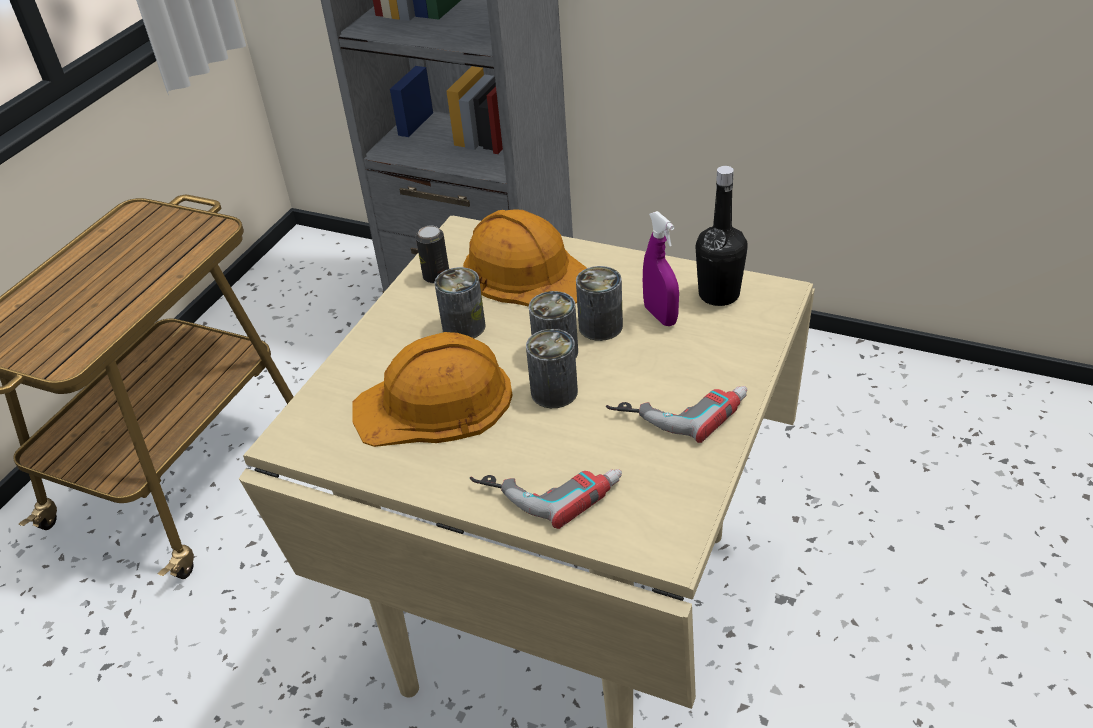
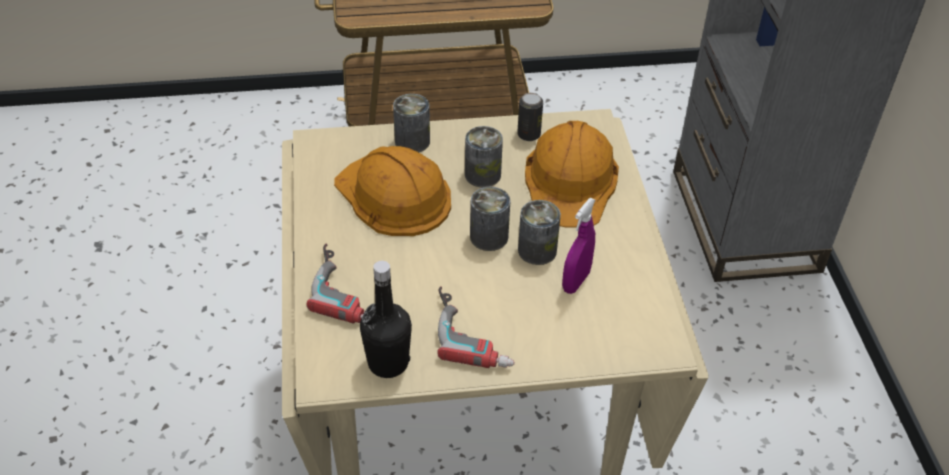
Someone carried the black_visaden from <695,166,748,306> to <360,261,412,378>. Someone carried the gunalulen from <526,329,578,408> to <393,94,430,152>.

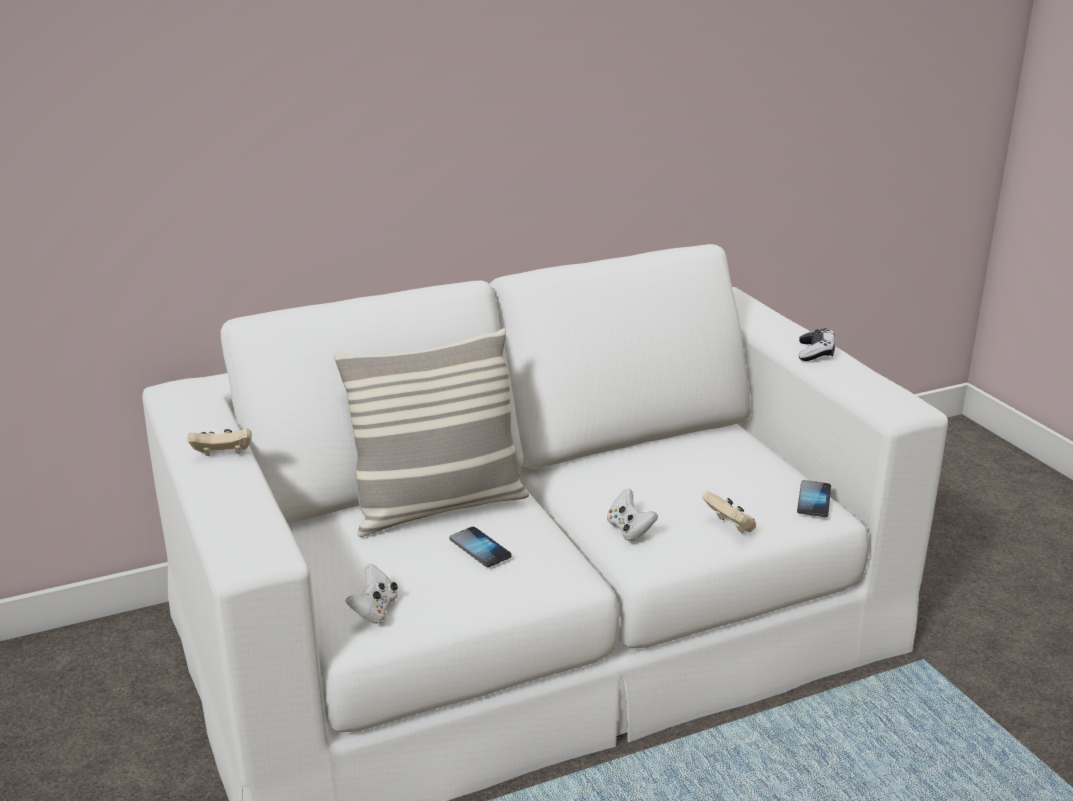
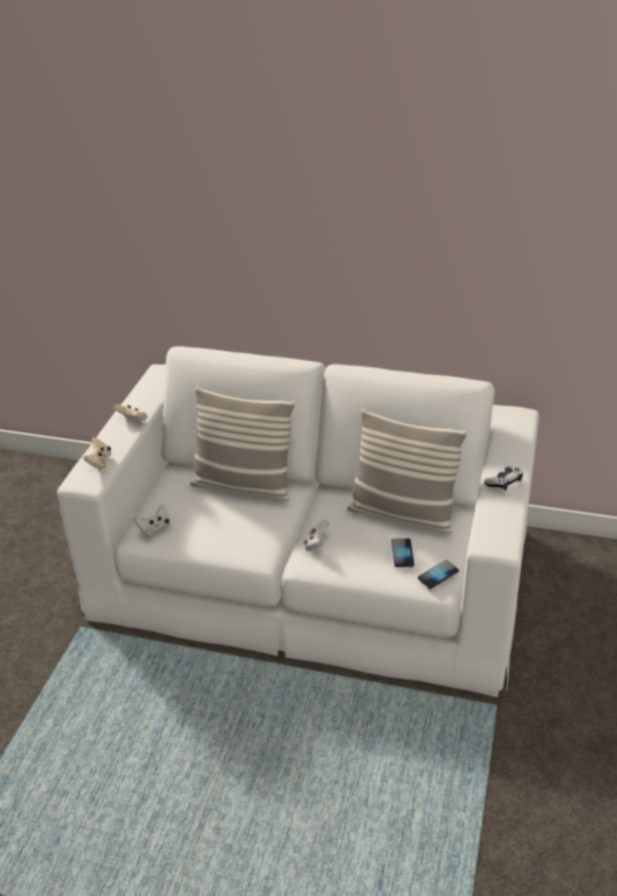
Someone carried the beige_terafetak from <702,491,756,533> to <83,438,111,469>. Someone carried the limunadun from <450,527,512,567> to <391,538,414,567>. Someone put down the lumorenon at <347,408,468,533>.

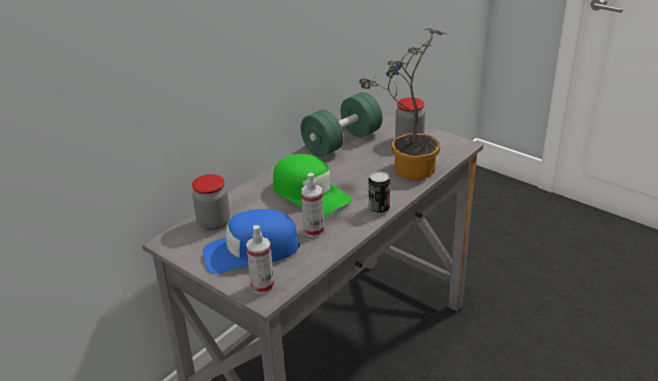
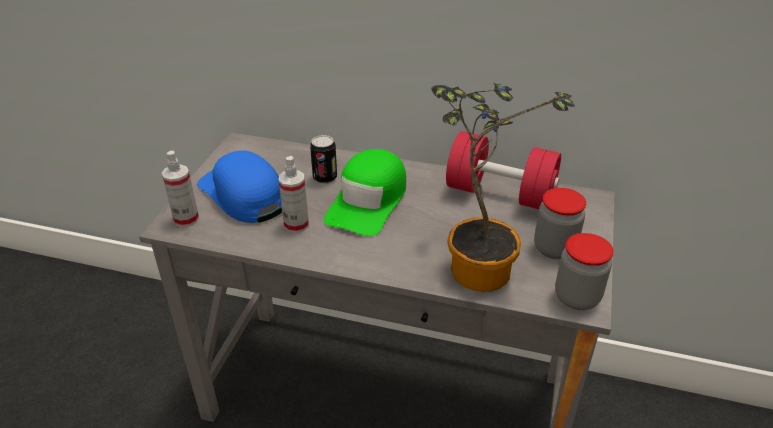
Someone repainted the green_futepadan at <301,92,383,157>, which became the red_futepadan at <446,131,561,209>. Someone carried the gunalulen from <368,171,390,214> to <310,135,337,184>. Someone carried the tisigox from <192,174,230,230> to <555,233,613,310>.

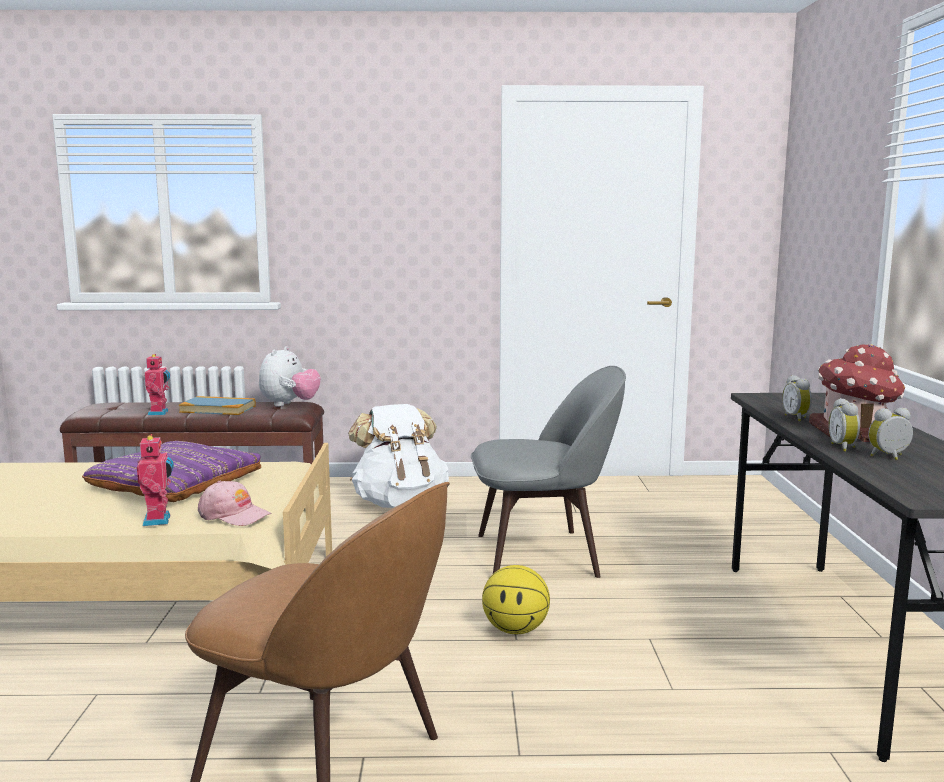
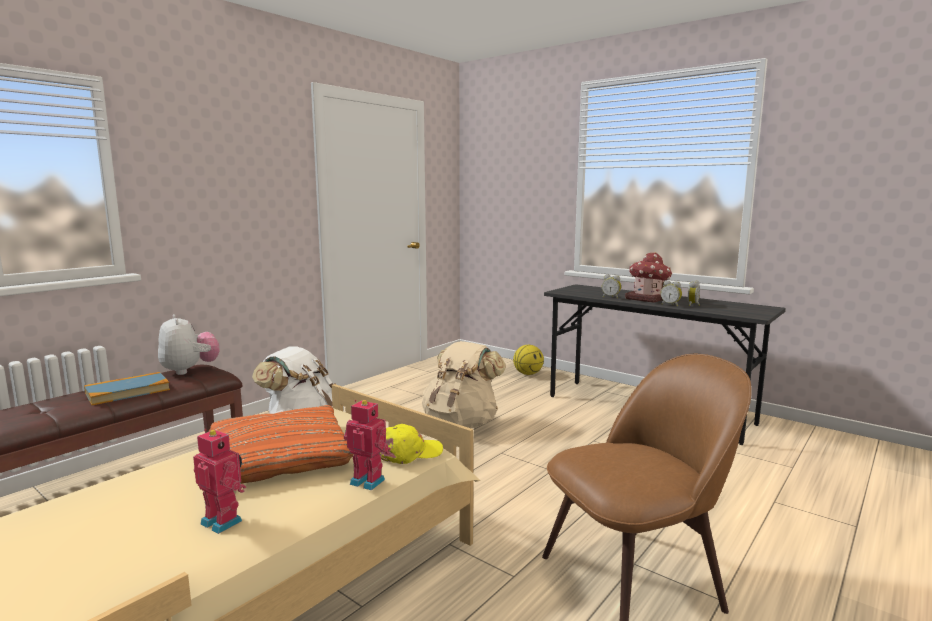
Someone carried the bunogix from <145,354,170,415> to <193,429,246,534>. Someone swapped the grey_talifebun at <471,366,626,578> for the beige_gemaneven at <422,341,506,428>. Someone repainted the purple_lumorenon at <82,441,261,502>, which became the orange_lumorenon at <209,405,354,484>. Someone repainted the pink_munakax at <198,481,271,526>, which became the yellow_munakax at <379,424,443,464>. Someone carried the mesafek from <482,565,550,634> to <513,345,544,375>.

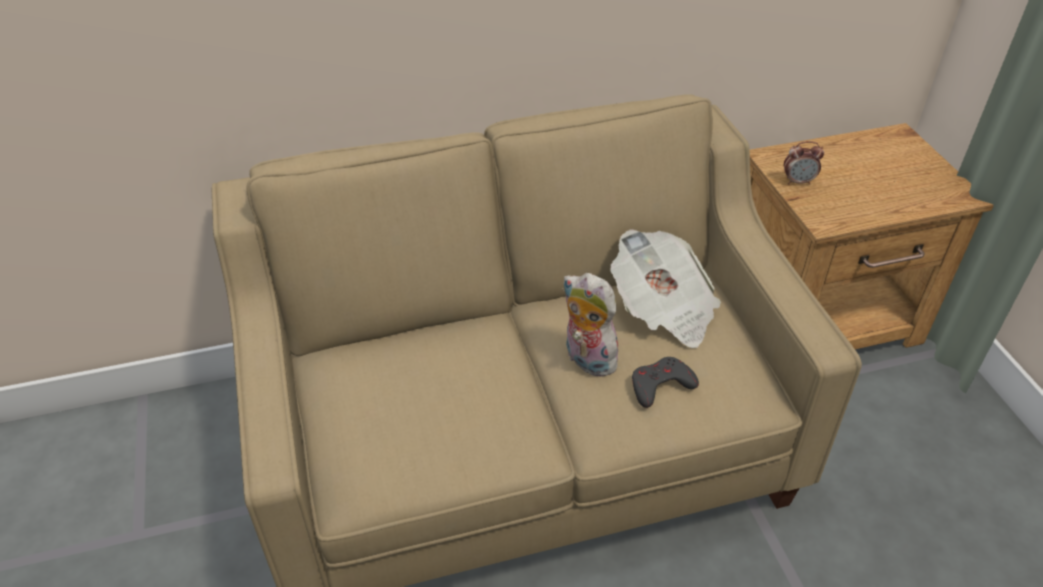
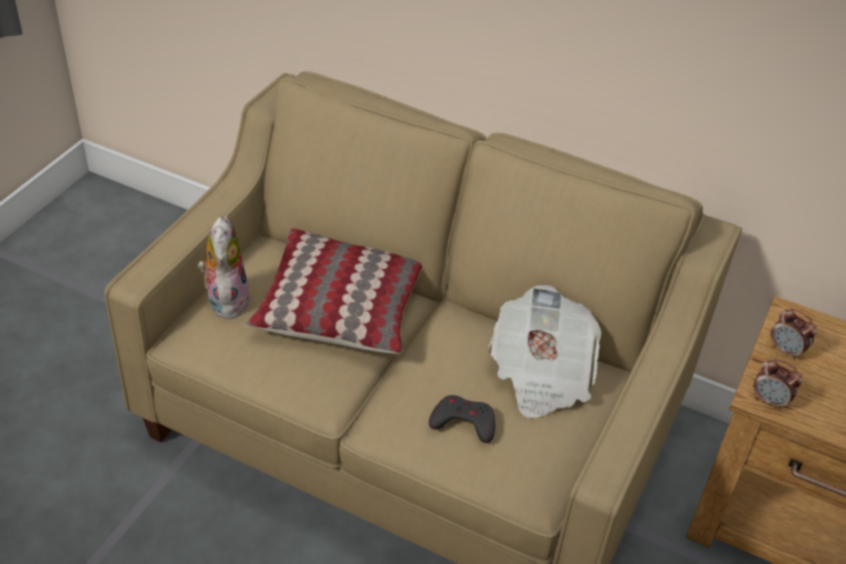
Someone carried the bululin from <563,273,623,377> to <198,216,250,319>. Someone put down the lumorenon at <246,229,422,354>. Someone put down the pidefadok at <754,359,803,410>.

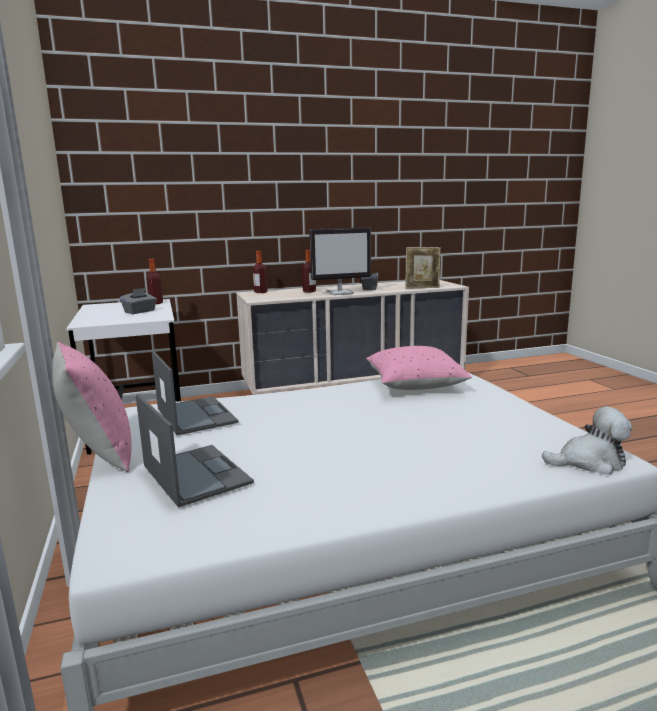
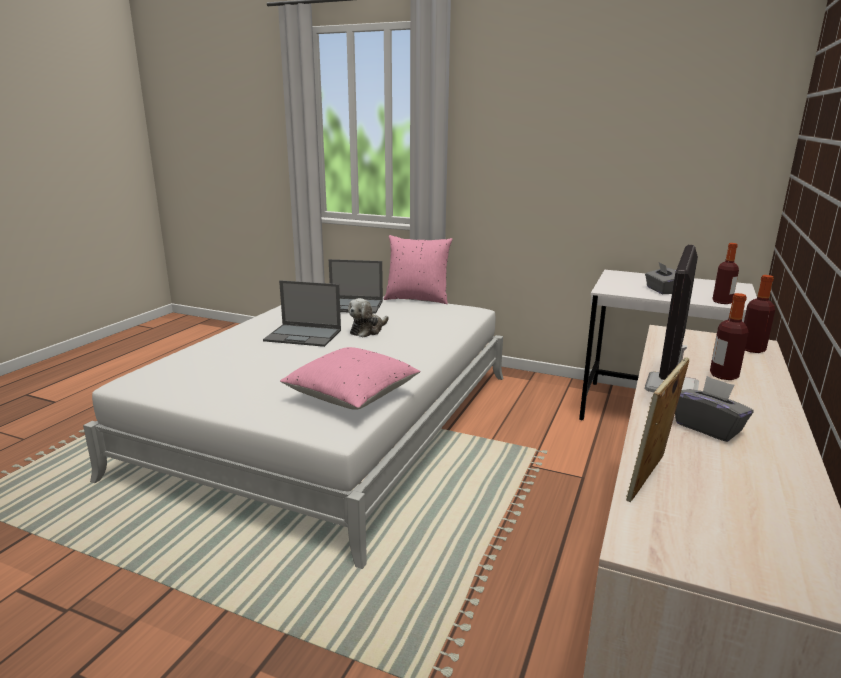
Someone carried the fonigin from <152,351,238,435> to <263,280,341,347>. Someone carried the bululin from <542,407,633,475> to <348,298,389,337>.

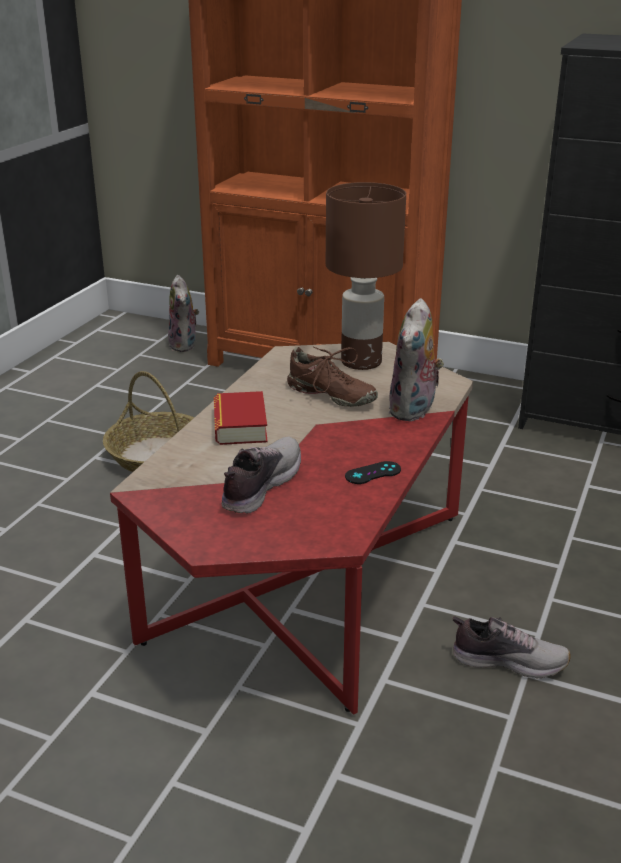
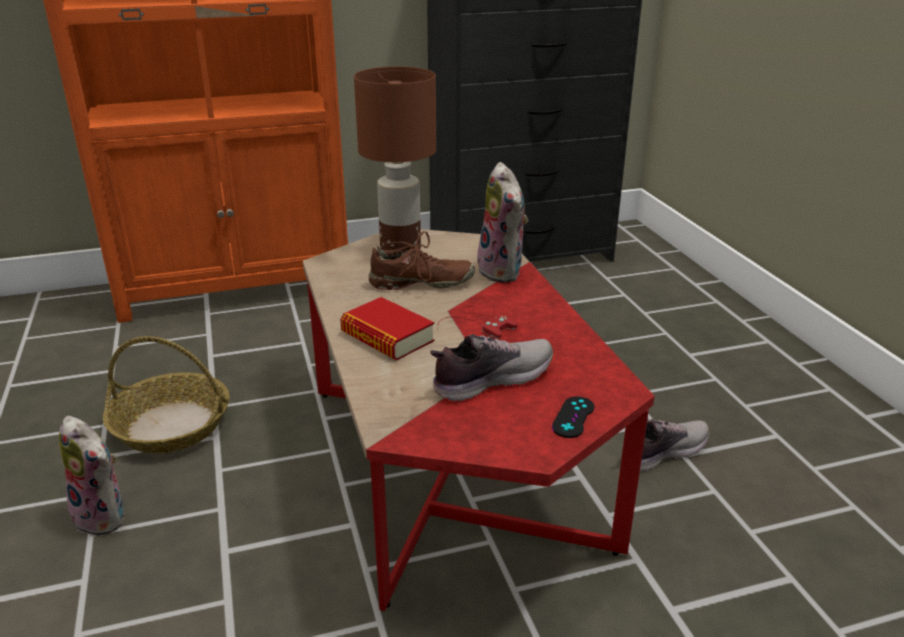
Someone carried the bululin from <168,275,199,352> to <59,416,124,537>. Someone rotated the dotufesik at <222,437,301,513> by 75 degrees clockwise. Someone carried the black_terafetak from <345,461,401,484> to <552,396,594,438>. Someone put down the red_terafetak at <438,298,517,339>.

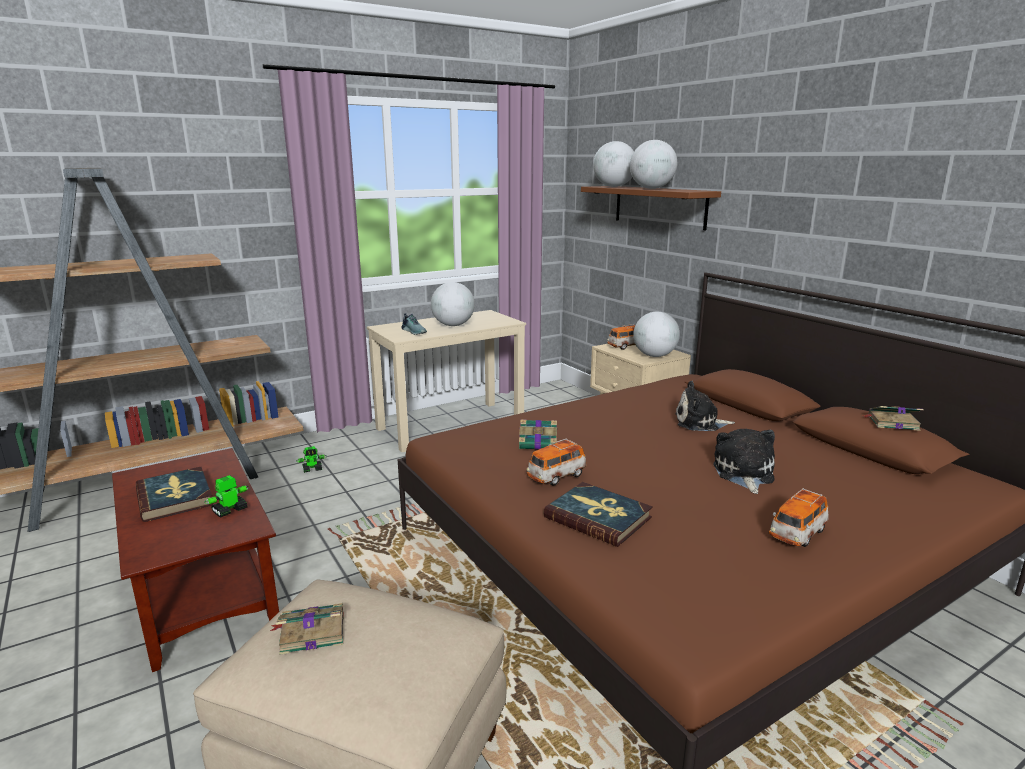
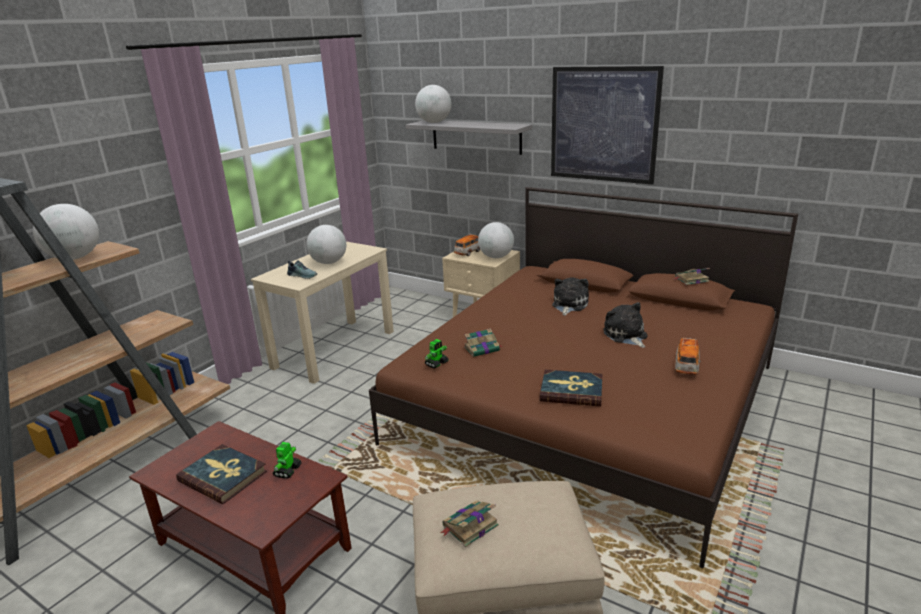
Someone carried the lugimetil from <630,140,677,189> to <33,204,99,260>. Someone repainted the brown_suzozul at <581,186,721,230>, which became the grey_suzozul at <406,120,532,155>. Someone rotated the bululin at <675,381,735,431> by 135 degrees clockwise. Someone took away the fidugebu at <527,438,587,486>. Someone carried the bunogix from <296,446,327,473> to <425,339,449,368>. Someone put up the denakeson at <551,66,664,185>.

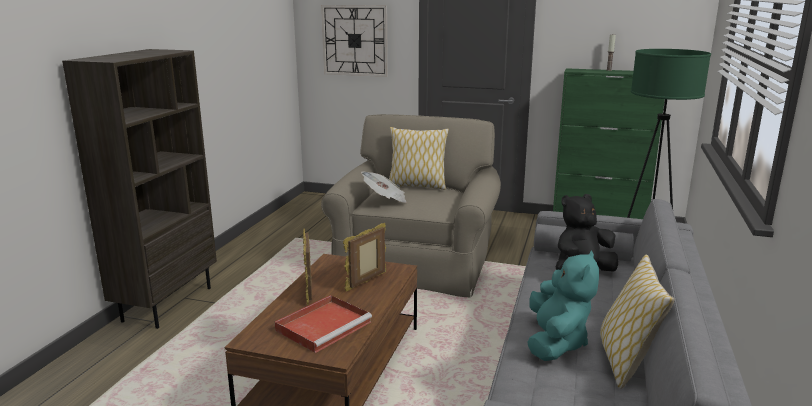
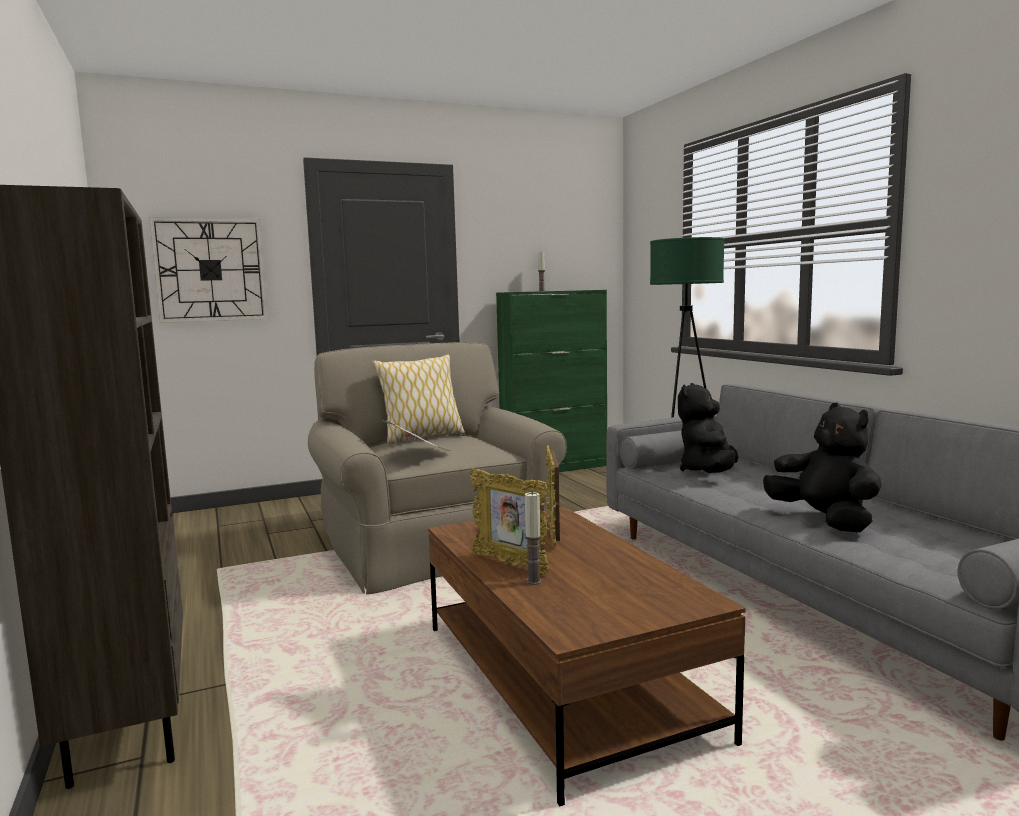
Someone repainted the turquoise_bululin at <527,251,599,361>, which became the black_bululin at <763,403,881,532>. Someone took away the lumorenon at <600,255,675,389>. Someone took away the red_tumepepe at <275,295,372,353>. Someone put down the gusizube at <525,491,542,585>.

